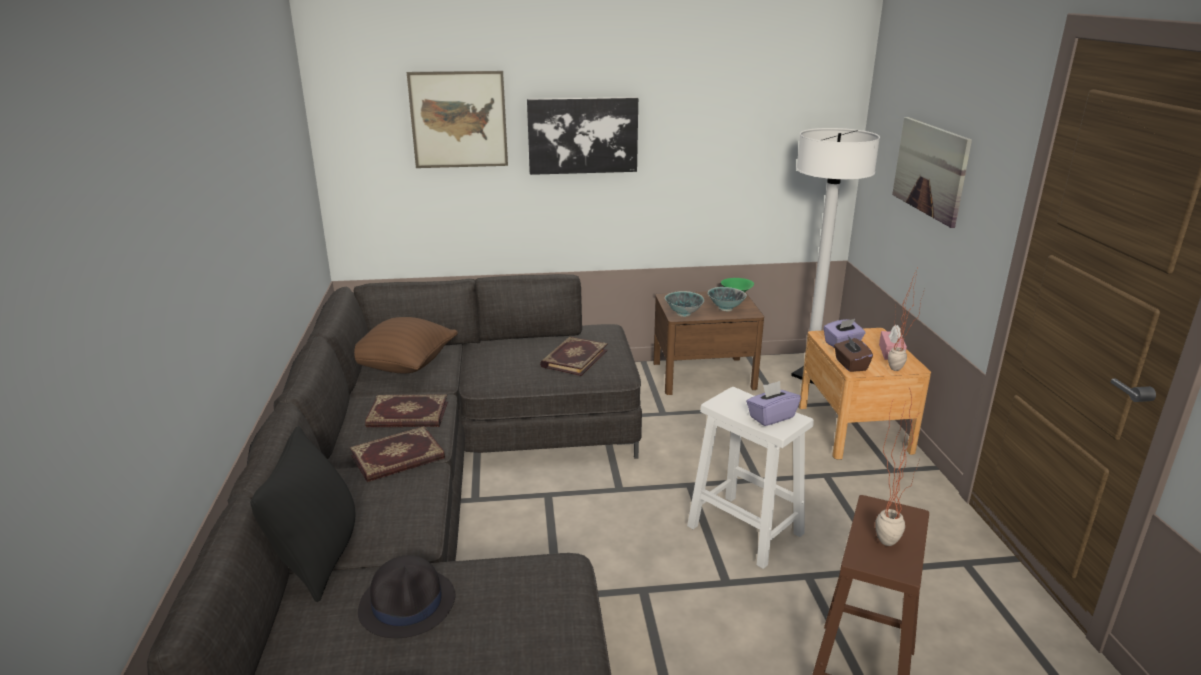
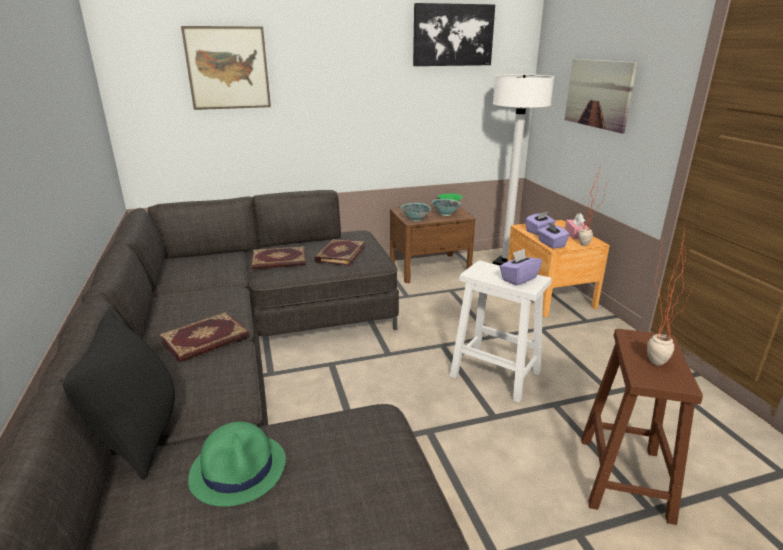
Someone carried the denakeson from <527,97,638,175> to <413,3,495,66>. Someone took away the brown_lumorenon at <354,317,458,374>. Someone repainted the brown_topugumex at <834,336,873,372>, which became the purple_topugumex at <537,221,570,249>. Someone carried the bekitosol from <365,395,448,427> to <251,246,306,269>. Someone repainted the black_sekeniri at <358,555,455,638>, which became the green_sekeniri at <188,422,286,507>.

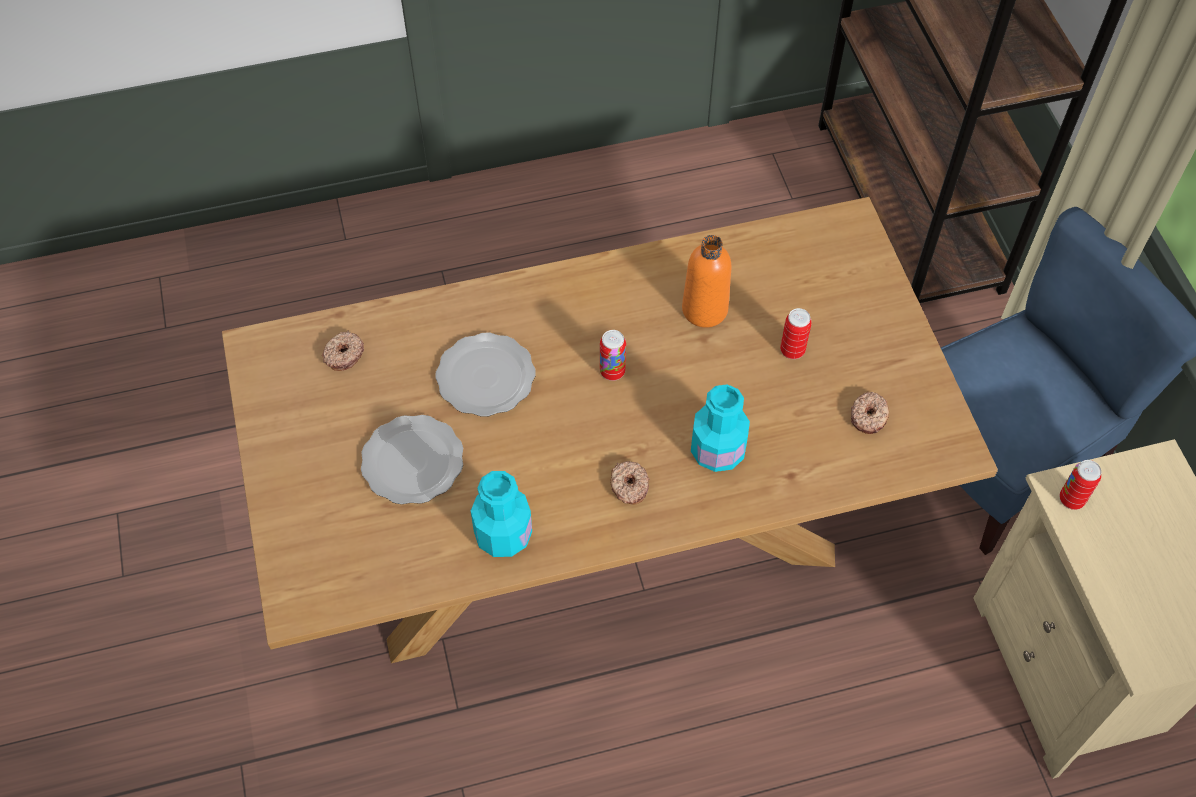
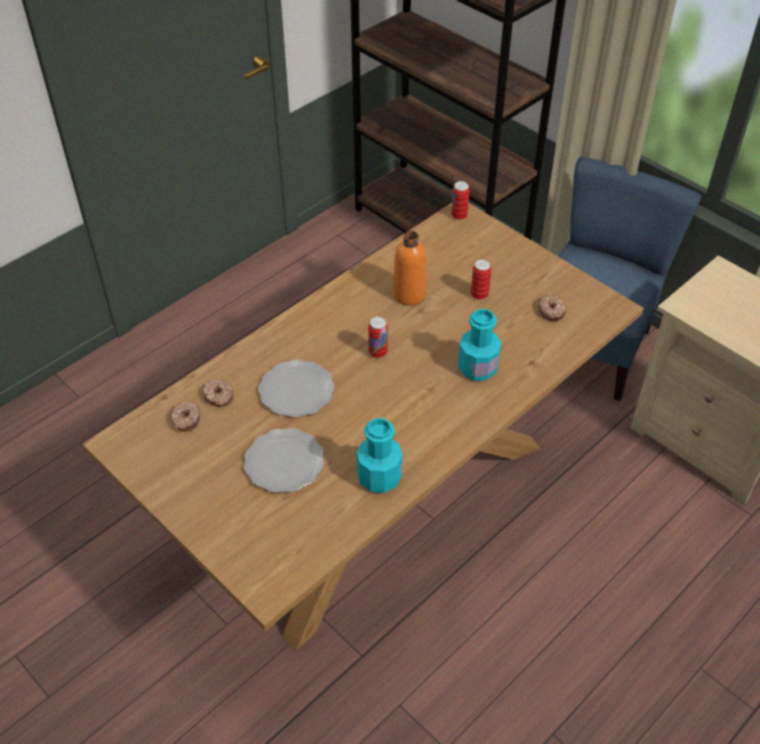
Someone carried the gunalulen from <1060,460,1101,510> to <451,181,470,220>. Someone carried the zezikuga from <610,461,650,505> to <202,379,233,407>.

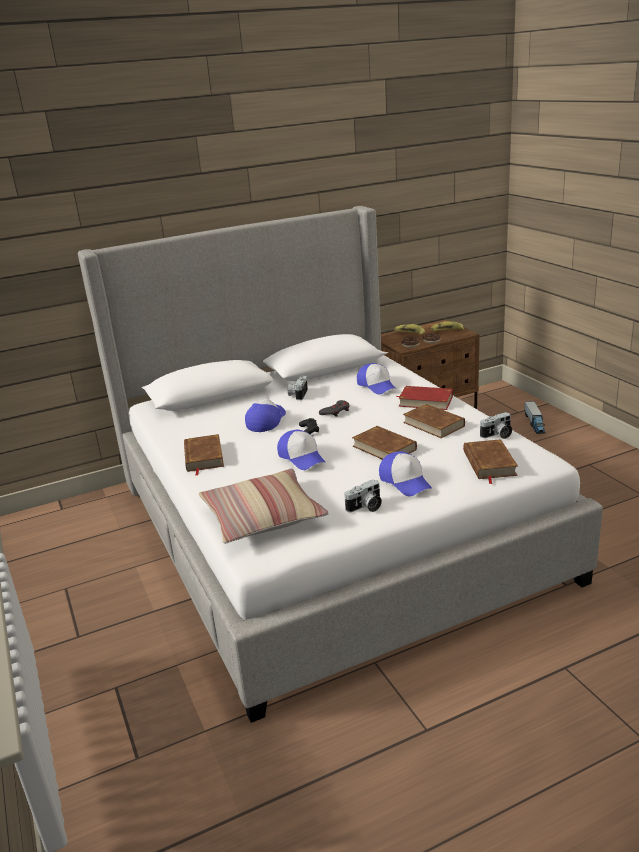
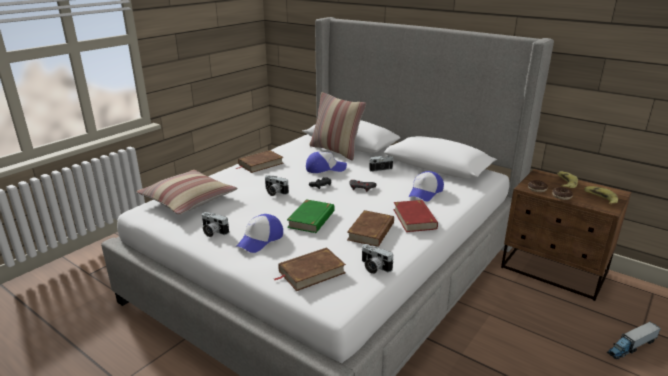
Someone repainted the brown_bekitosol at <352,426,417,460>, which became the green_bekitosol at <287,199,335,233>. Someone swapped the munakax at <277,430,325,470> for the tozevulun at <265,175,289,196>. Someone put down the lumorenon at <309,92,366,160>.

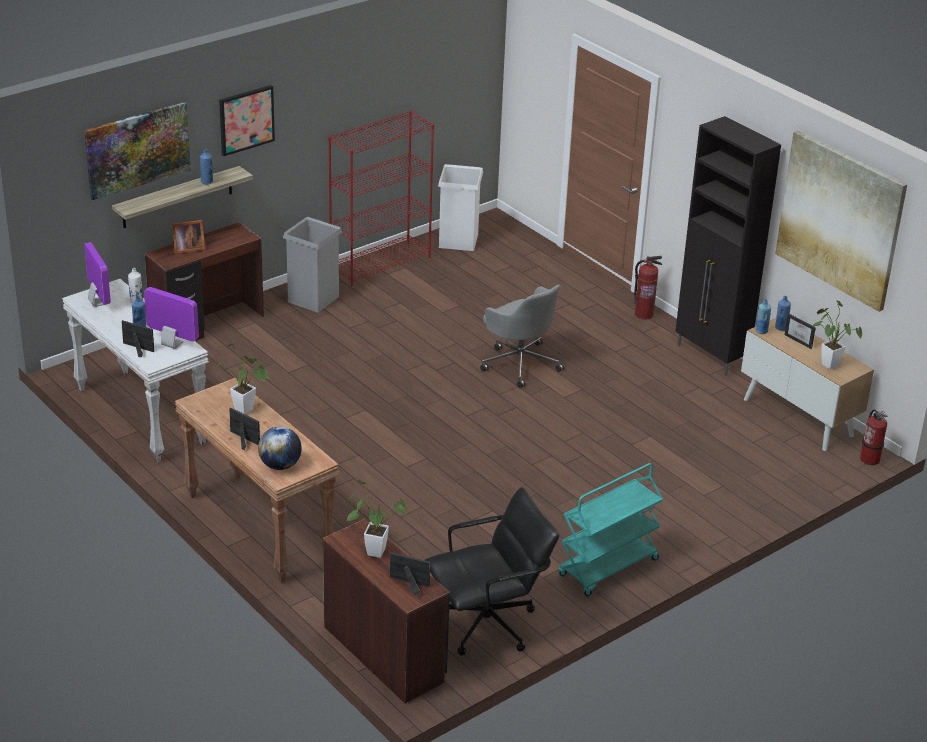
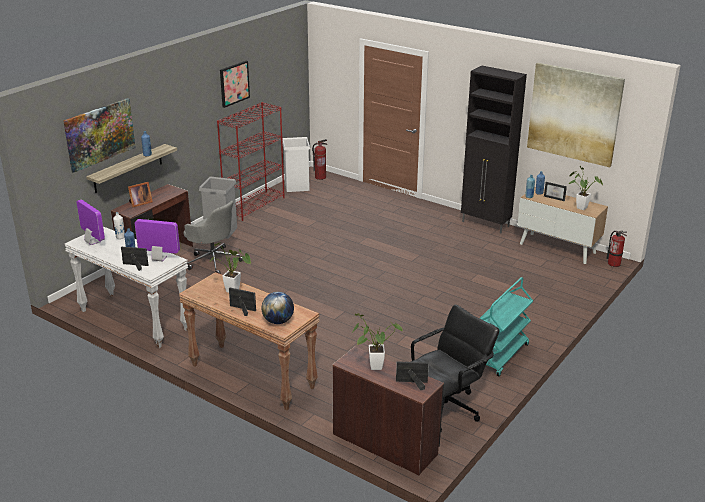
Someone carried the denakeson from <219,85,275,156> to <220,61,250,108>. Someone carried the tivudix from <633,256,662,319> to <312,139,327,180>. Someone carried the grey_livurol from <480,285,564,388> to <184,201,244,274>.

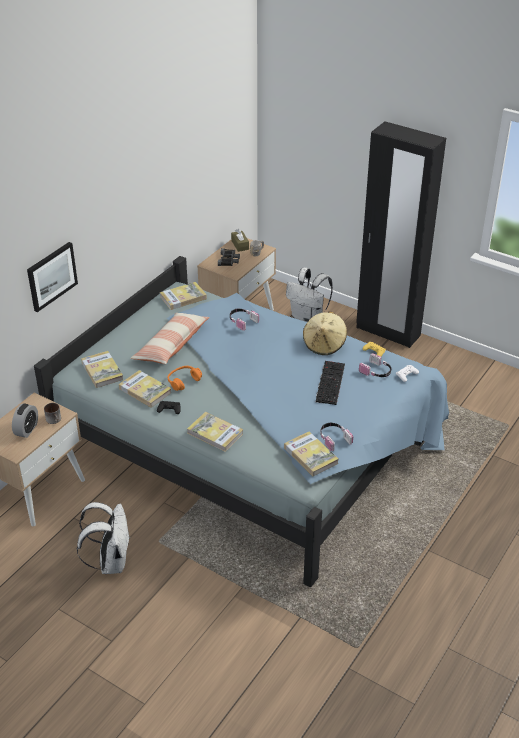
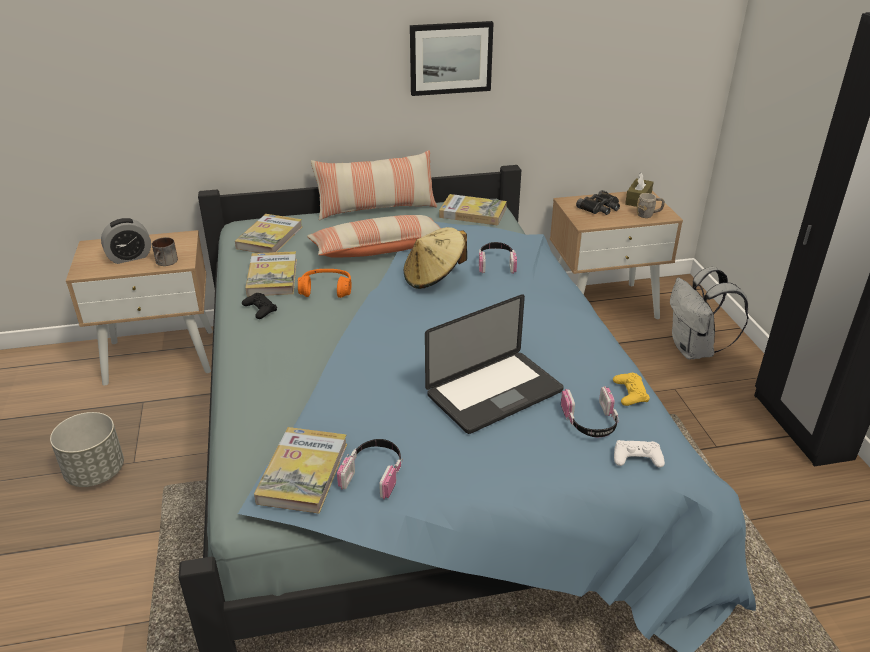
Someone carried the denakeson from <27,242,78,312> to <410,21,494,96>. Someone carried the beige_sekeniri from <303,311,347,355> to <404,227,467,289>. Someone swapped the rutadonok at <316,361,345,405> for the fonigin at <425,294,564,434>. Someone took away the bekitosol at <187,412,243,452>. Someone swapped the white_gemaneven at <76,502,130,574> for the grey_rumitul at <50,412,124,487>. Someone put down the lumorenon at <311,150,437,220>.

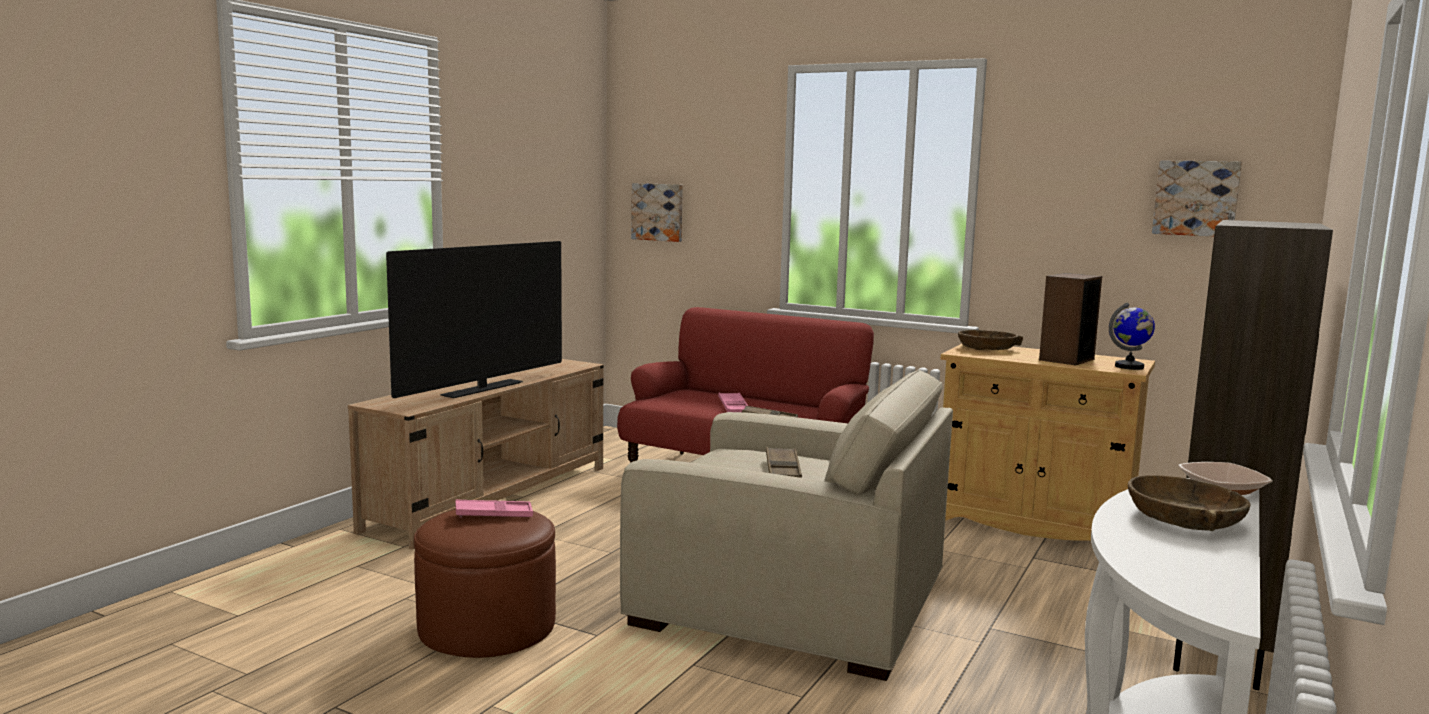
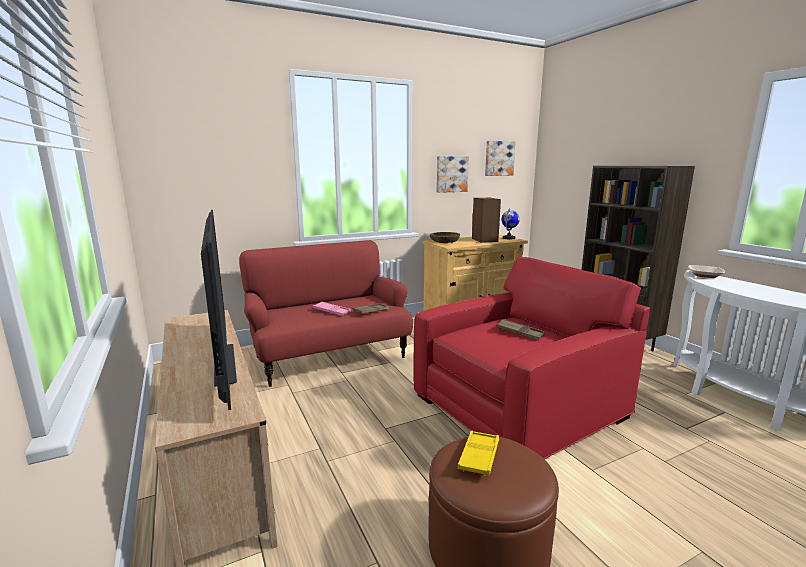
Someone carried the denakeson from <631,183,683,242> to <436,156,469,193>. Someone repainted the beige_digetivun at <620,369,953,681>, which became the red_digetivun at <414,256,650,459>. Someone took away the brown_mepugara at <1128,475,1250,531>. Someone repainted the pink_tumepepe at <455,499,533,518>, which became the yellow_tumepepe at <458,431,499,476>.

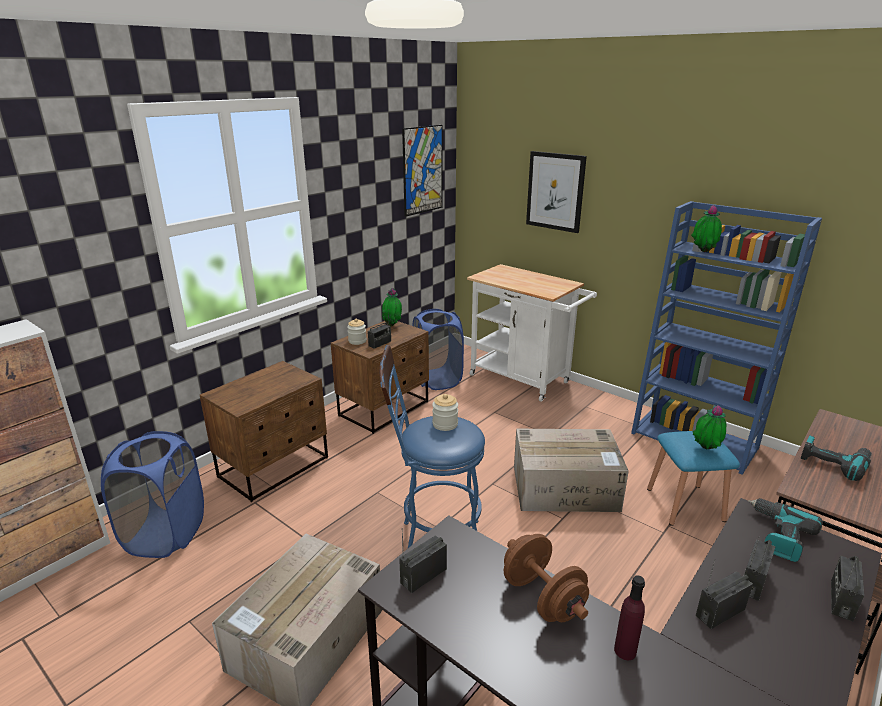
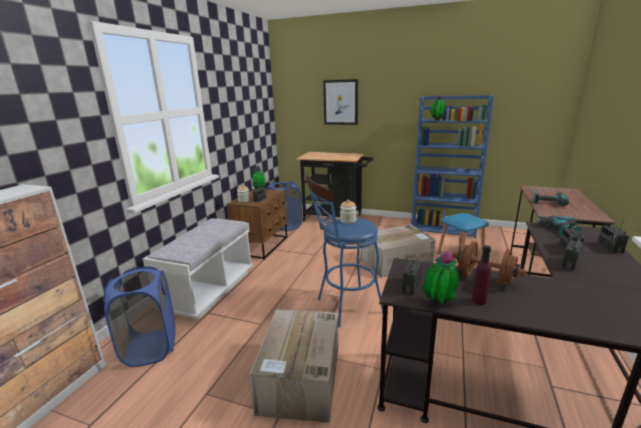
Someone took away the denakeson at <402,125,443,217>. Someone repainted the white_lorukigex at <467,264,597,402>, which became the black_lorukigex at <297,152,373,221>. Someone swapped the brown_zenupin at <200,361,328,502> for the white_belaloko at <143,218,253,320>. Someone carried the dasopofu from <693,404,726,449> to <421,251,459,304>. Someone carried the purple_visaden from <614,575,645,660> to <472,245,491,305>.

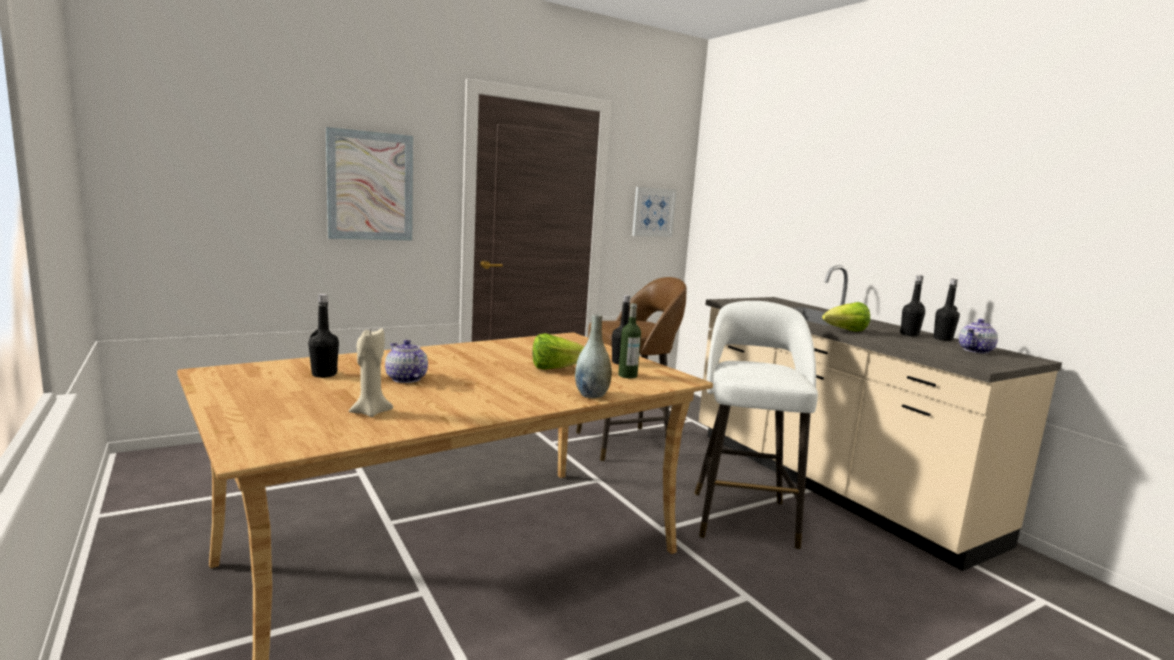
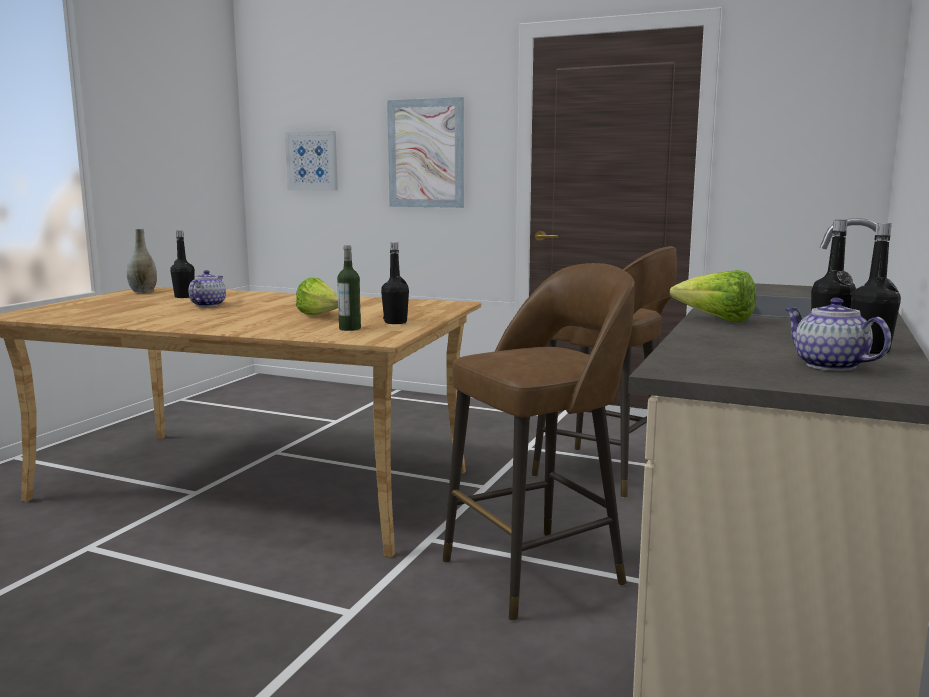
Someone carried the denakeson from <632,187,677,237> to <285,131,338,191>. Someone repainted the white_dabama at <694,301,818,549>, which became the brown_dabama at <443,263,635,621>. Someone carried the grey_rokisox from <575,314,612,398> to <127,229,157,293>. Someone rotated the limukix at <959,319,998,354> by 45 degrees clockwise. Someone took away the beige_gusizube at <349,328,393,417>.

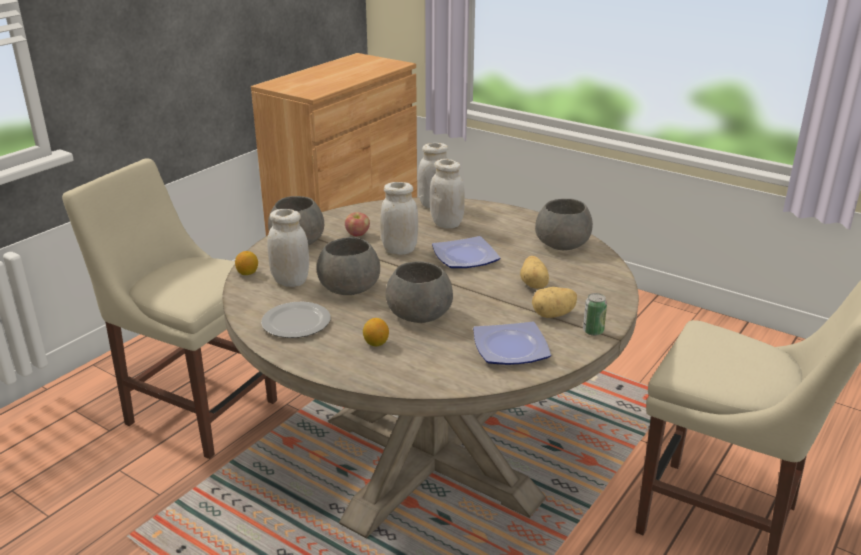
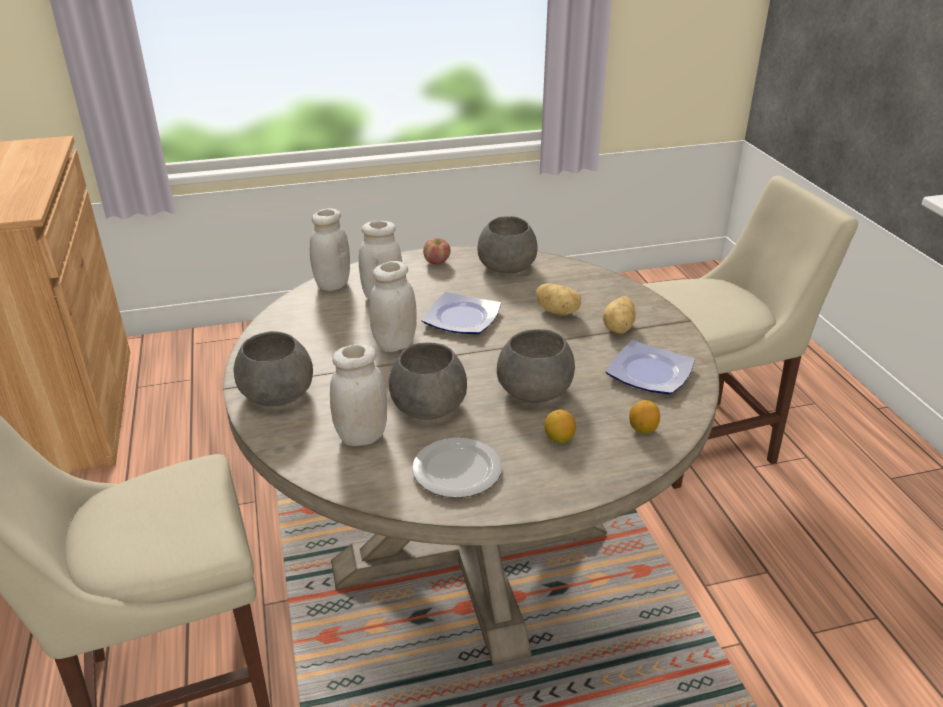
Someone carried the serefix from <345,212,370,236> to <423,238,450,265>. Someone carried the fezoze from <235,251,258,275> to <629,400,660,434>. Someone took away the gunalulen at <583,293,607,336>.

